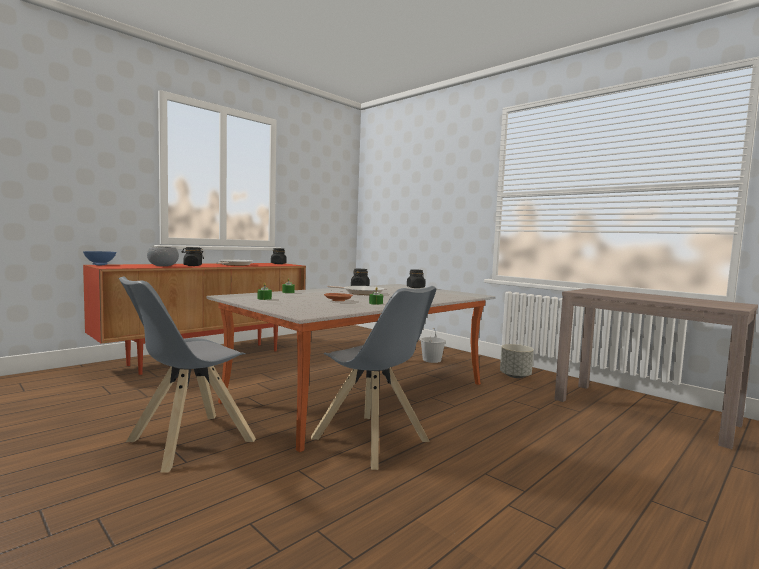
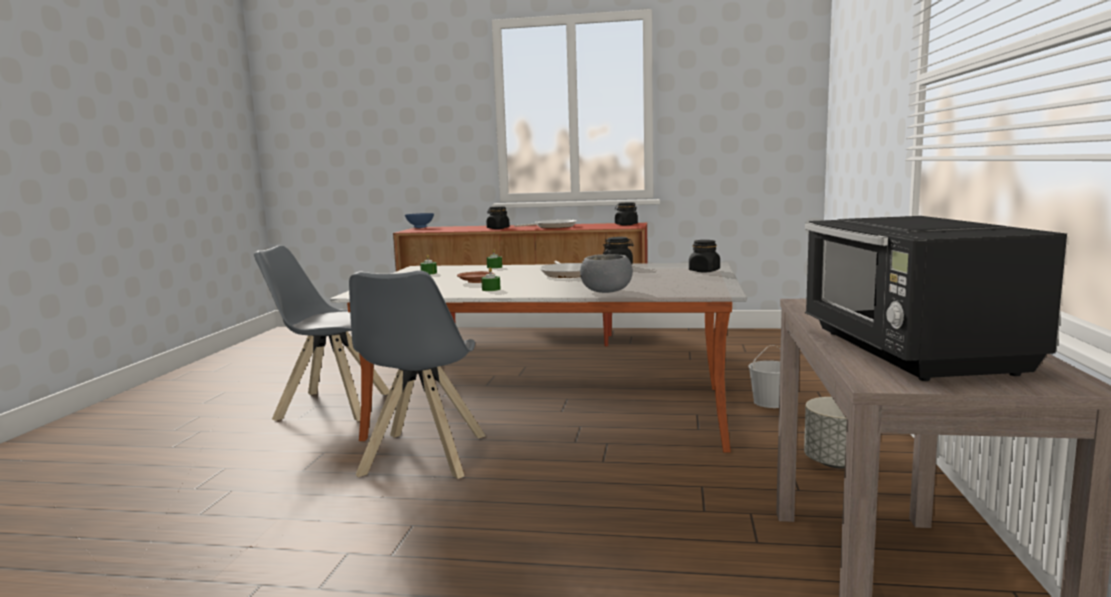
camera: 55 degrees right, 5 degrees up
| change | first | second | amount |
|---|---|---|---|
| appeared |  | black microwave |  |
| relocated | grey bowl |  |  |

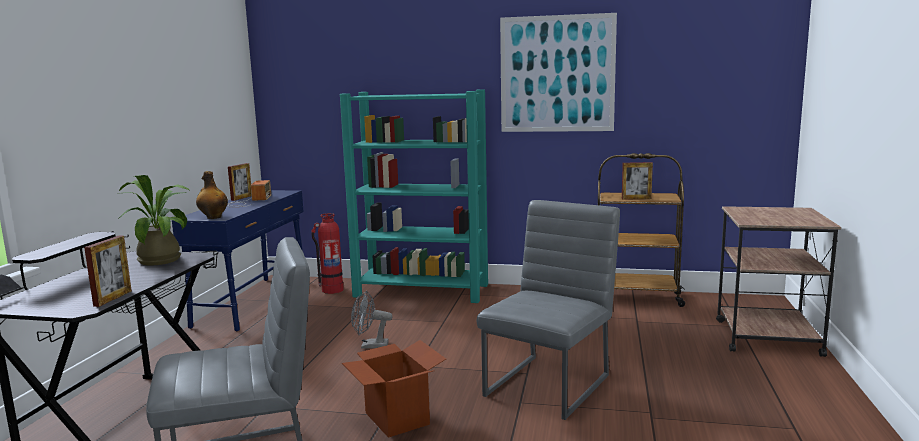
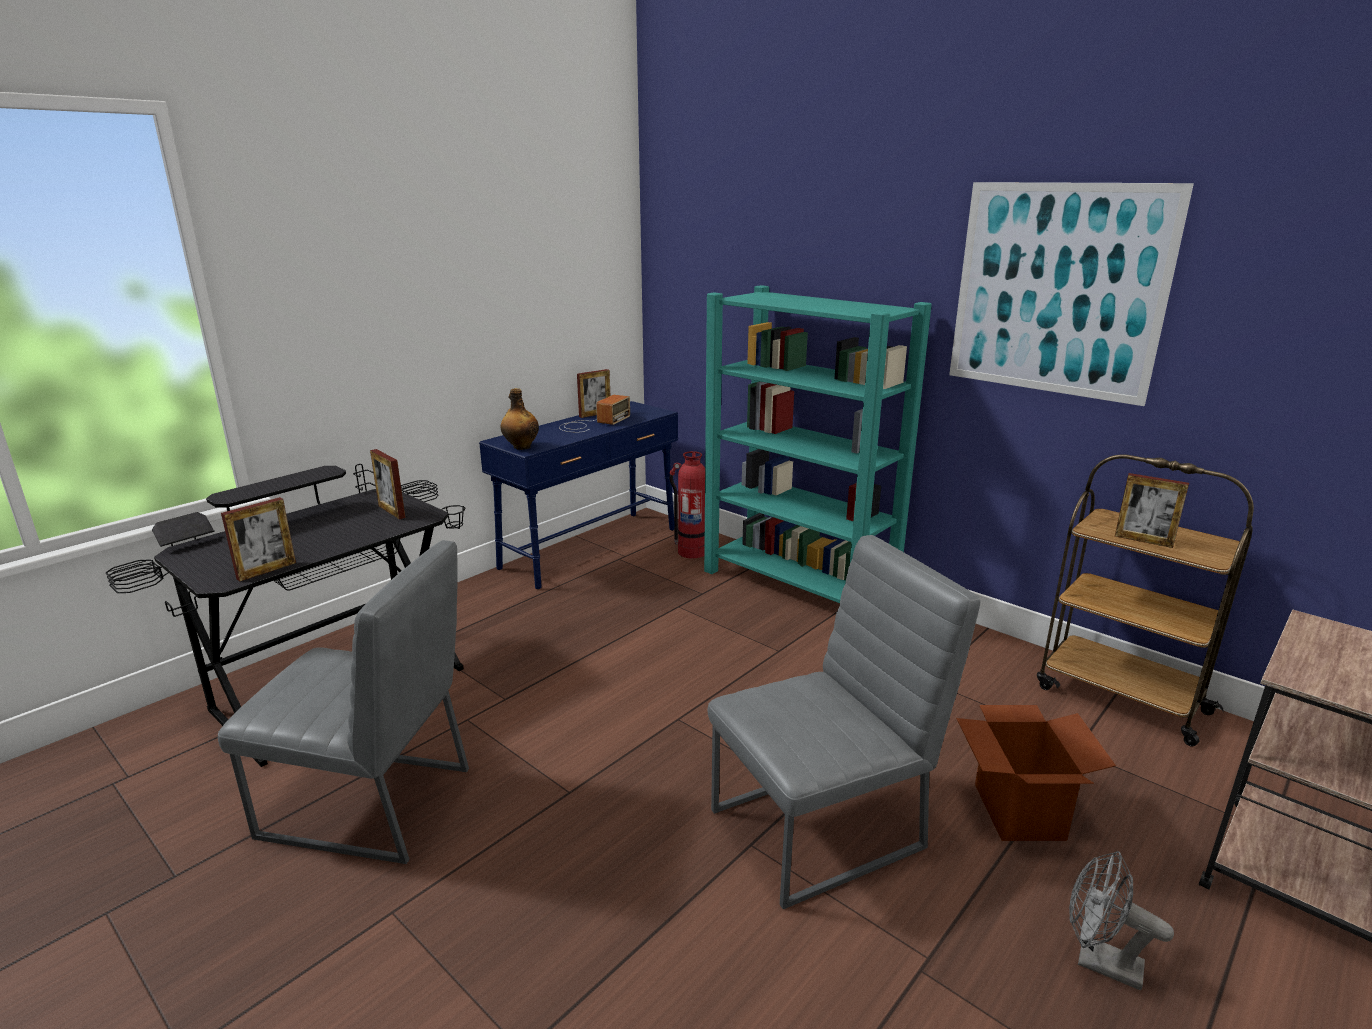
camera: 30 degrees right, 10 degrees up
| change | first | second | amount |
|---|---|---|---|
| relocated | cardboard box |  |  |
| relocated | grey fan |  |  |
| exchanged | potted plant | picture frame (no. 2 from left) |  |

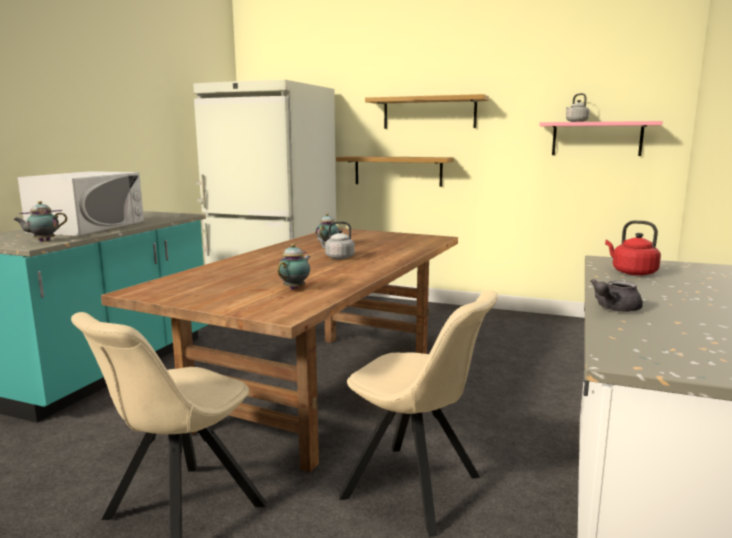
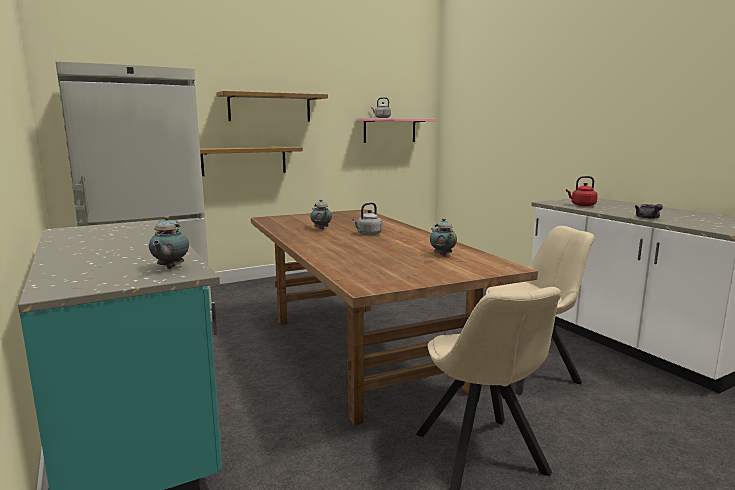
camera: 50 degrees left, 0 degrees up
| change | first | second | amount |
|---|---|---|---|
| missing | white microwave |  |  |

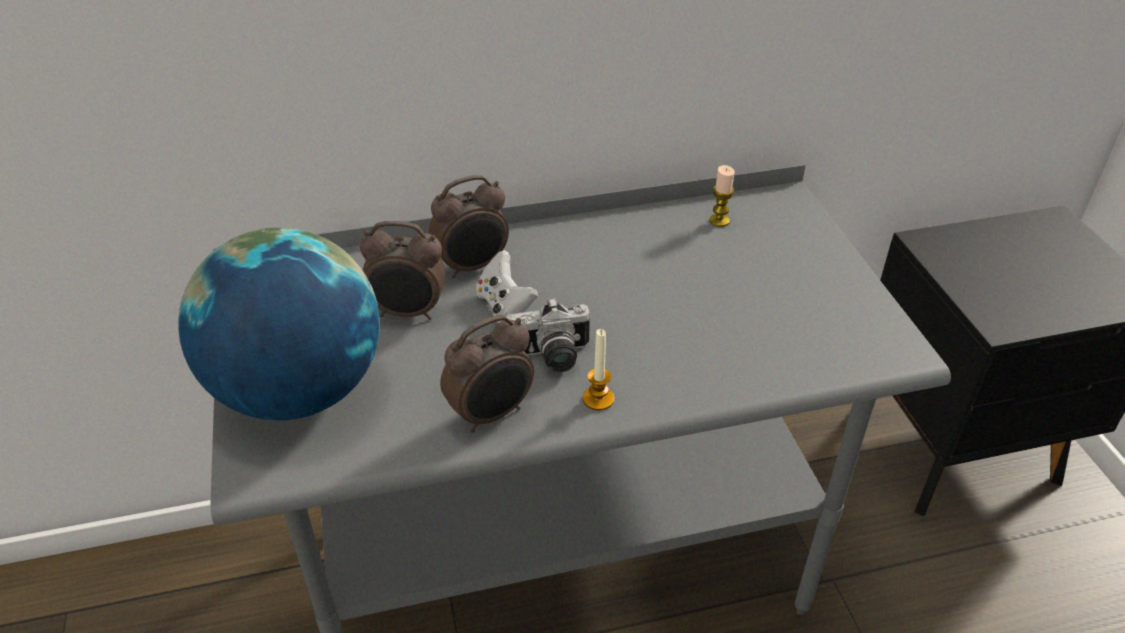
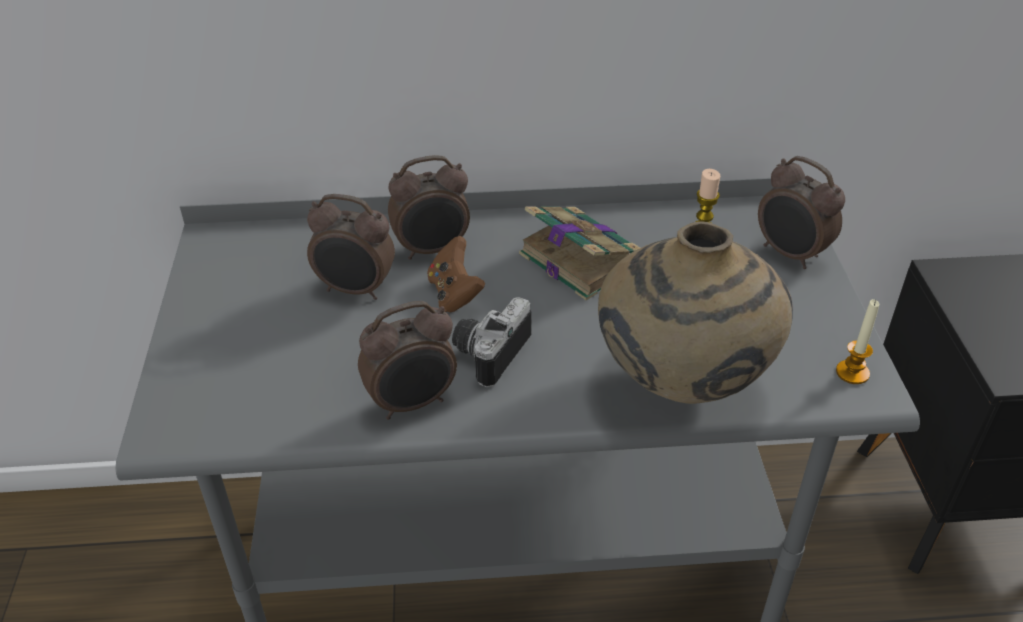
camera: 10 degrees right, 0 degrees up
| change | first | second | amount |
|---|---|---|---|
| missing | globe |  |  |
| appeared |  | book |  |
| appeared |  | beige vase |  |
| appeared |  | alarm clock (no. 4 from left) |  |
| relocated | candle (no. 1 from left in the first image) | candle (no. 2 from left) |  |
| colour | white game controller | brown game controller |  |
| spun | photo camera |  | 120 degrees clockwise |

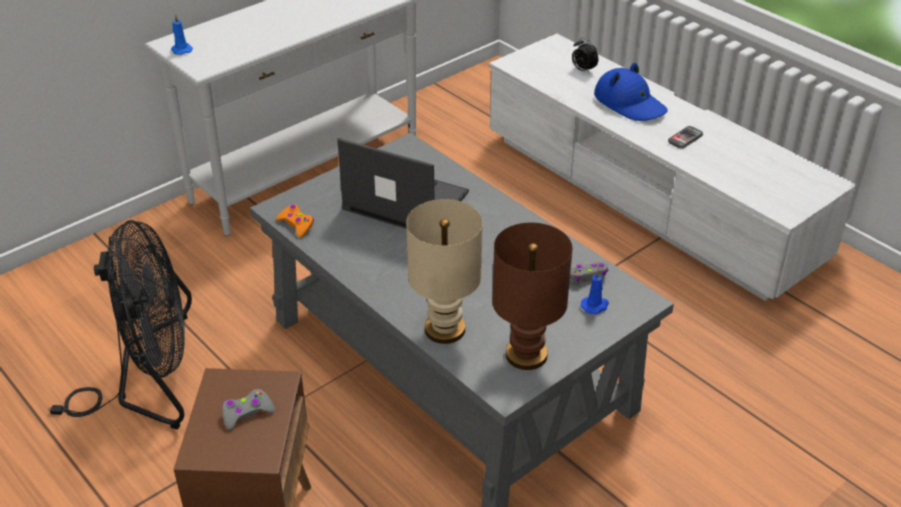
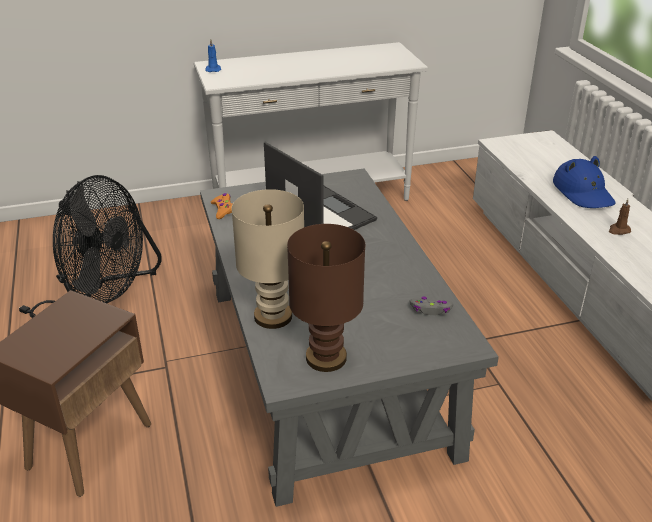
camera: 25 degrees right, 5 degrees down
| change | first | second | amount |
|---|---|---|---|
| missing | grey game controller (no. 1 from left) |  |  |
| missing | alarm clock |  |  |
| missing | blue candle (no. 2 from left) |  |  |
| exchanged | phone | brown candle |  |

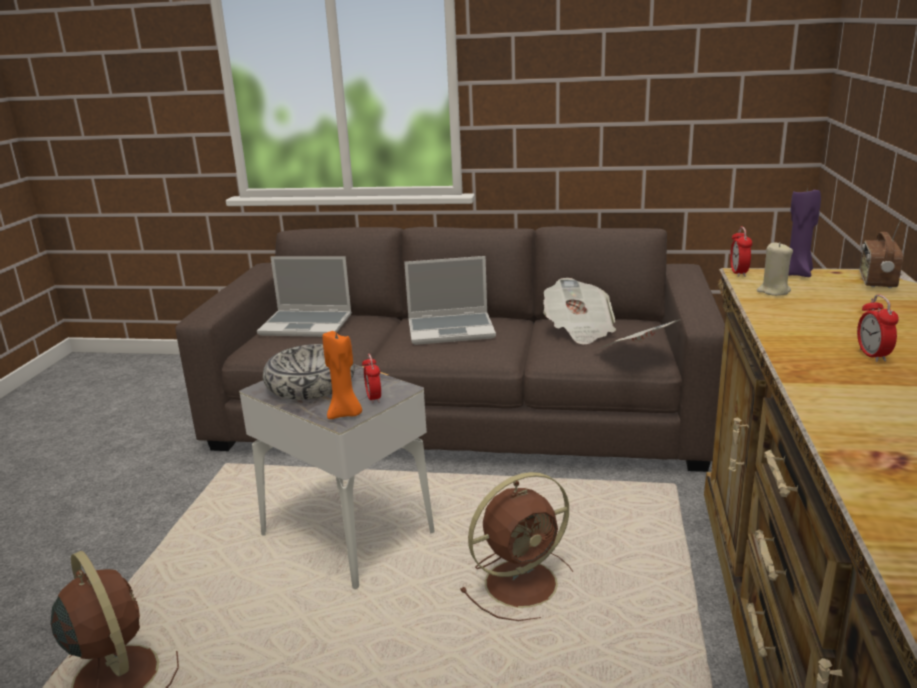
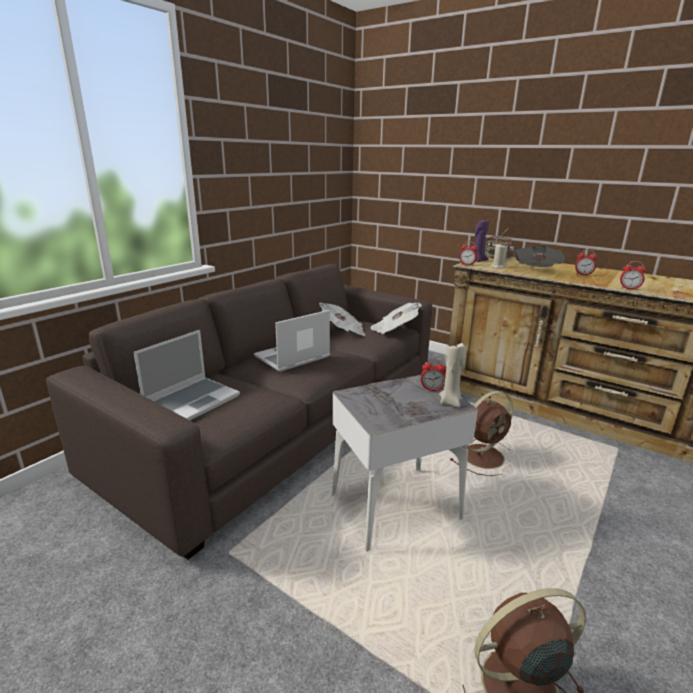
camera: 65 degrees left, 0 degrees up
| change | first | second | amount |
|---|---|---|---|
| missing | bowl |  |  |
| appeared |  | newspaper (no. 3 from left) |  |
| appeared |  | alarm clock (no. 4 from left) |  |
| colour | orange candle | beige candle (no. 1 from left) |  |
| spun | laptop (no. 2 from left) |  | 150 degrees counterclockwise |
| spun | brown fan (no. 2 from left in the first image) | brown fan (no. 1 from left) | 60 degrees clockwise |

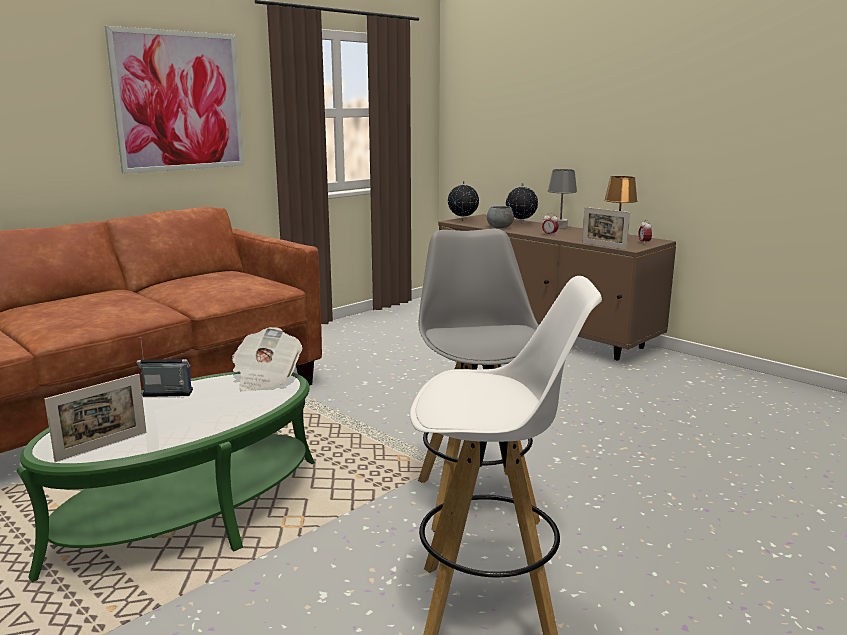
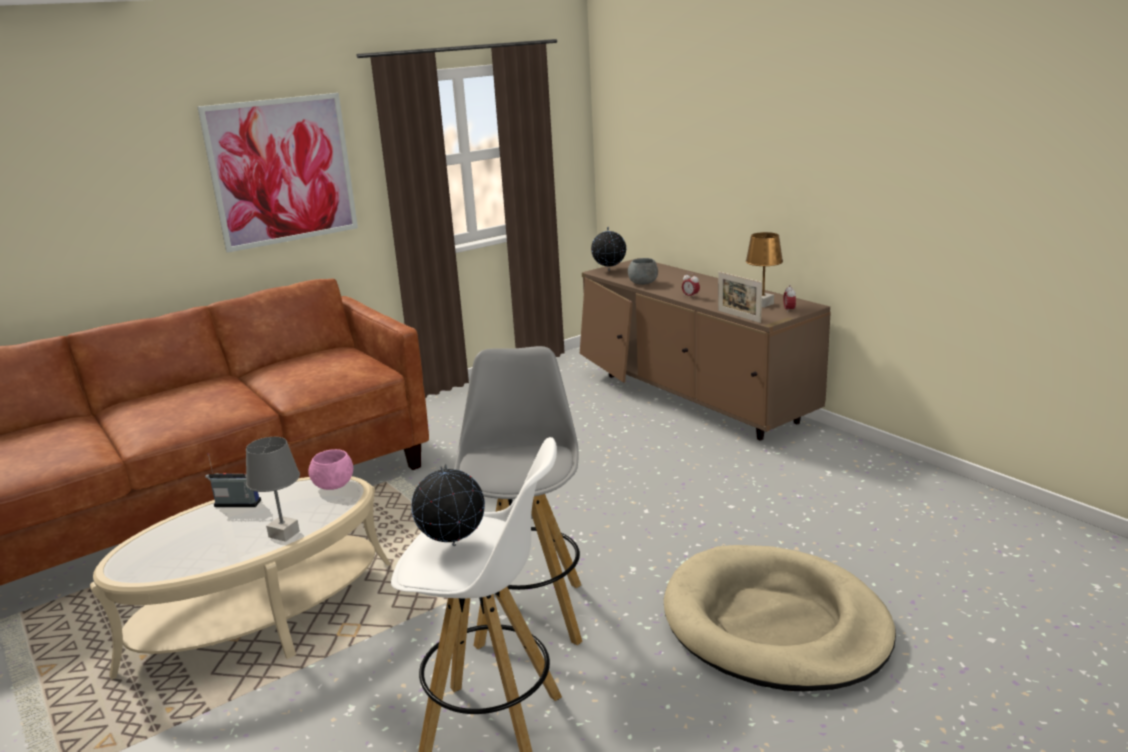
camera: 10 degrees right, 5 degrees up
| change | first | second | amount |
|---|---|---|---|
| missing | picture frame (no. 1 from left) |  |  |
| appeared |  | beige dog bed |  |
| relocated | globe (no. 2 from left in the first image) | globe (no. 1 from left) |  |
| relocated | grey table lamp |  |  |
| exchanged | newspaper | pink bowl |  |
| colour | green coffee table | beige coffee table |  |

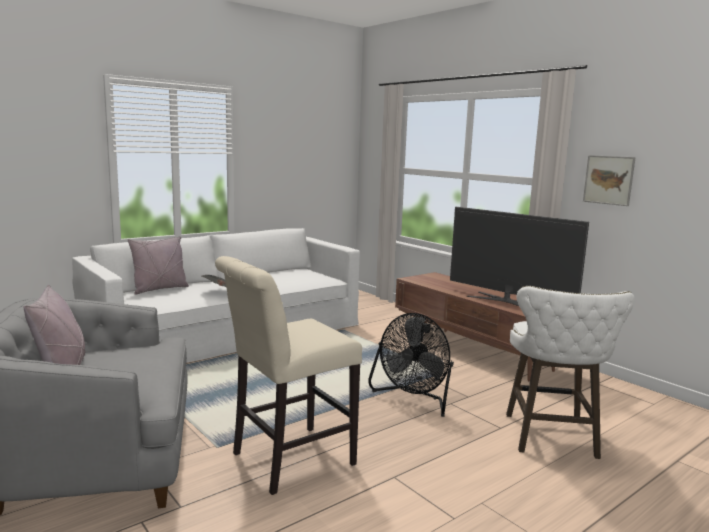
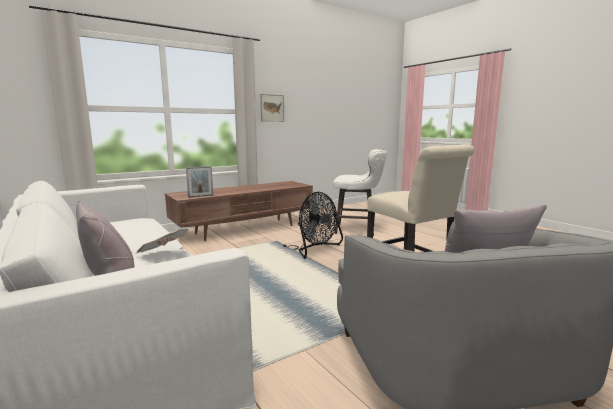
camera: 85 degrees left, 0 degrees up
| change | first | second | amount |
|---|---|---|---|
| missing | television |  |  |
| appeared |  | picture frame |  |

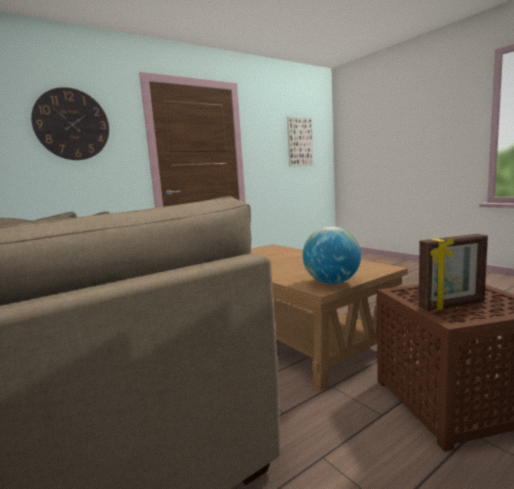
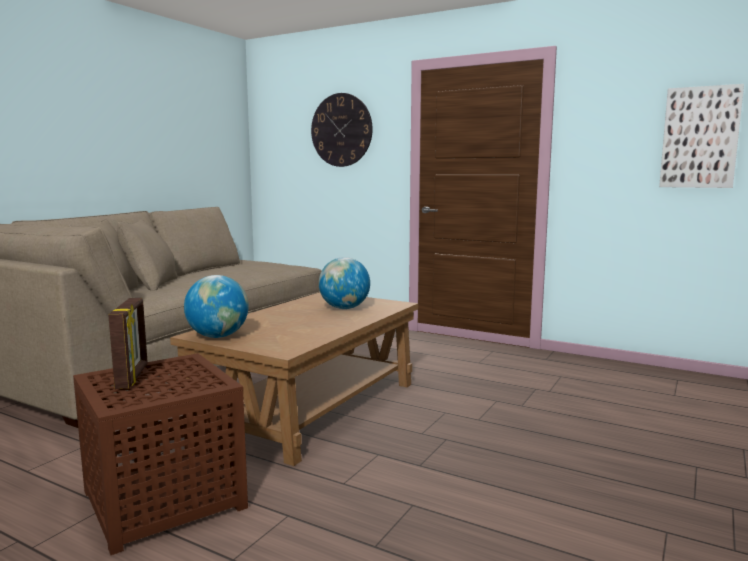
camera: 65 degrees right, 0 degrees up
| change | first | second | amount |
|---|---|---|---|
| appeared |  | globe (no. 2 from left) |  |
| spun | picture frame |  | 150 degrees counterclockwise |

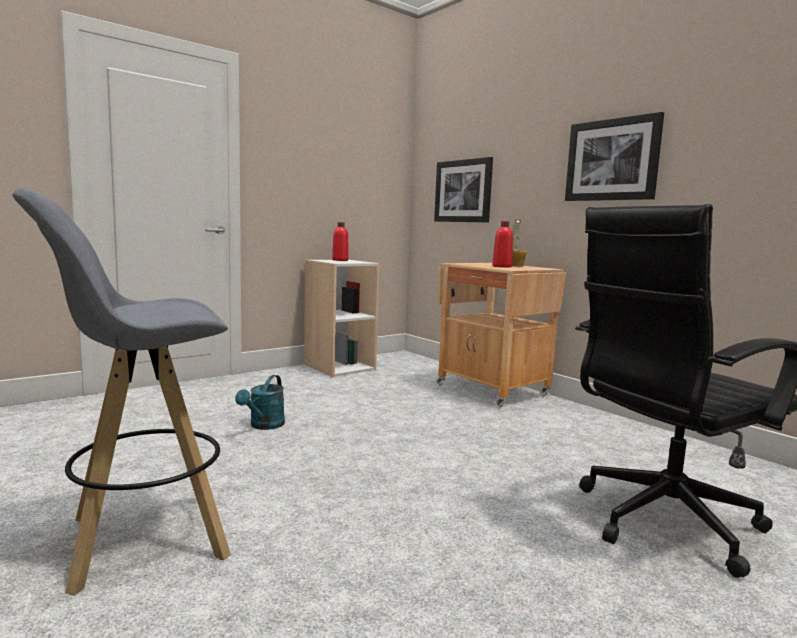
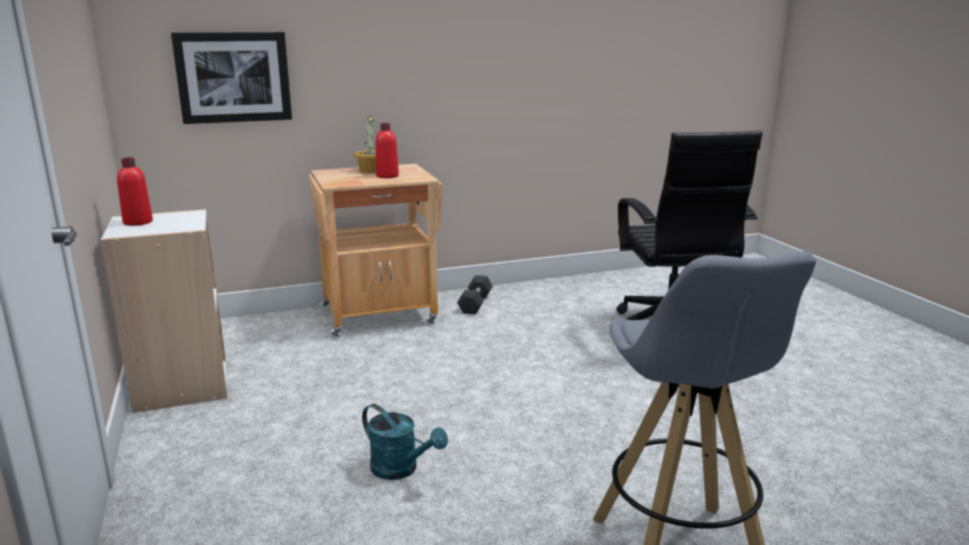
camera: 70 degrees left, 10 degrees up
| change | first | second | amount |
|---|---|---|---|
| missing | picture (no. 2 from left) |  |  |
| appeared |  | black dumbbell |  |

